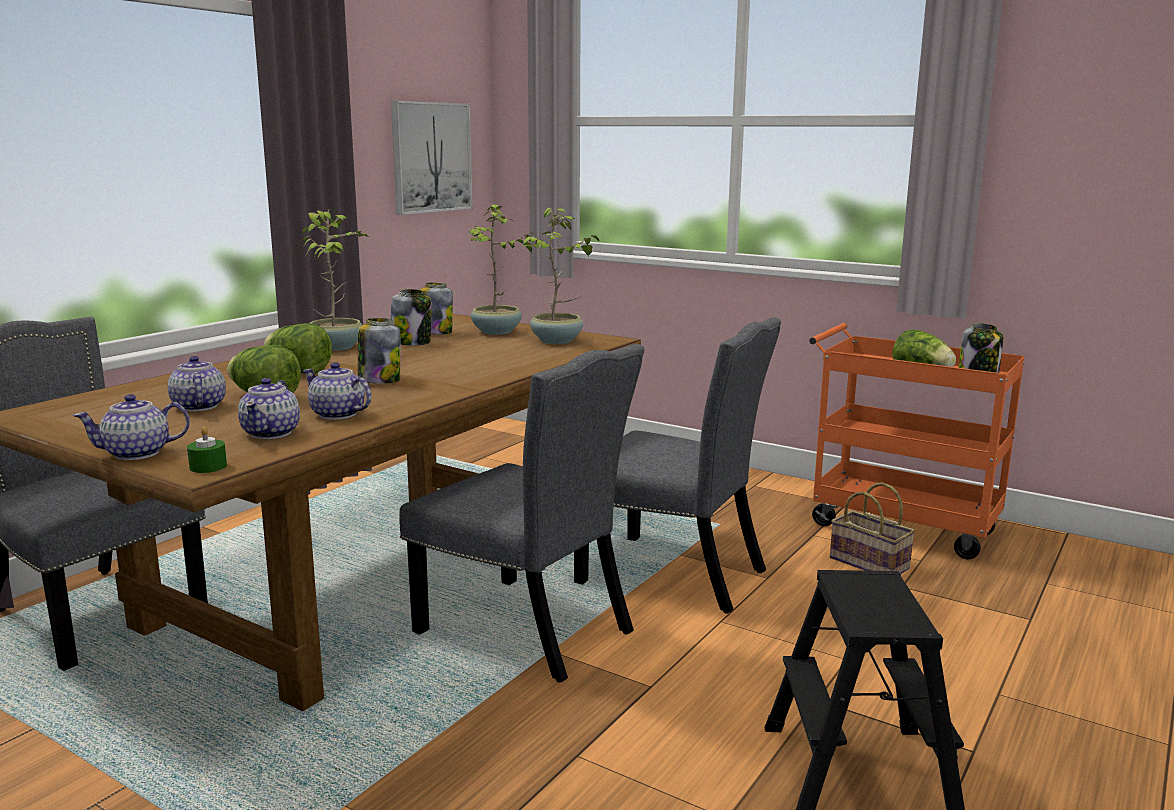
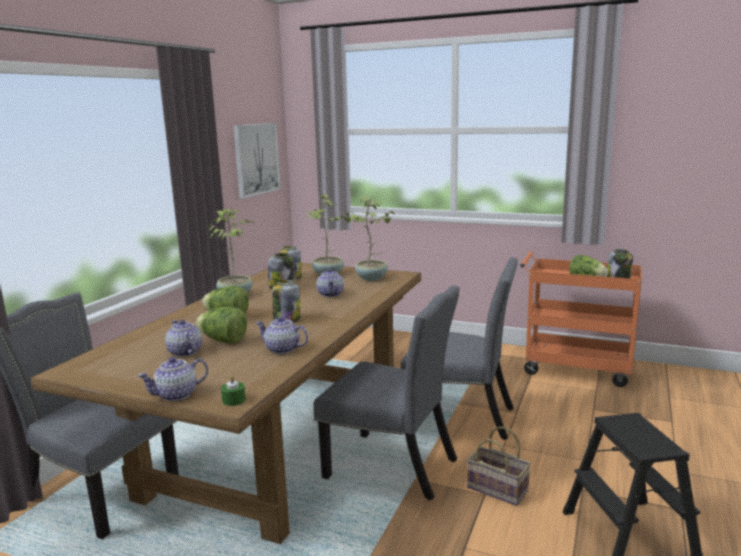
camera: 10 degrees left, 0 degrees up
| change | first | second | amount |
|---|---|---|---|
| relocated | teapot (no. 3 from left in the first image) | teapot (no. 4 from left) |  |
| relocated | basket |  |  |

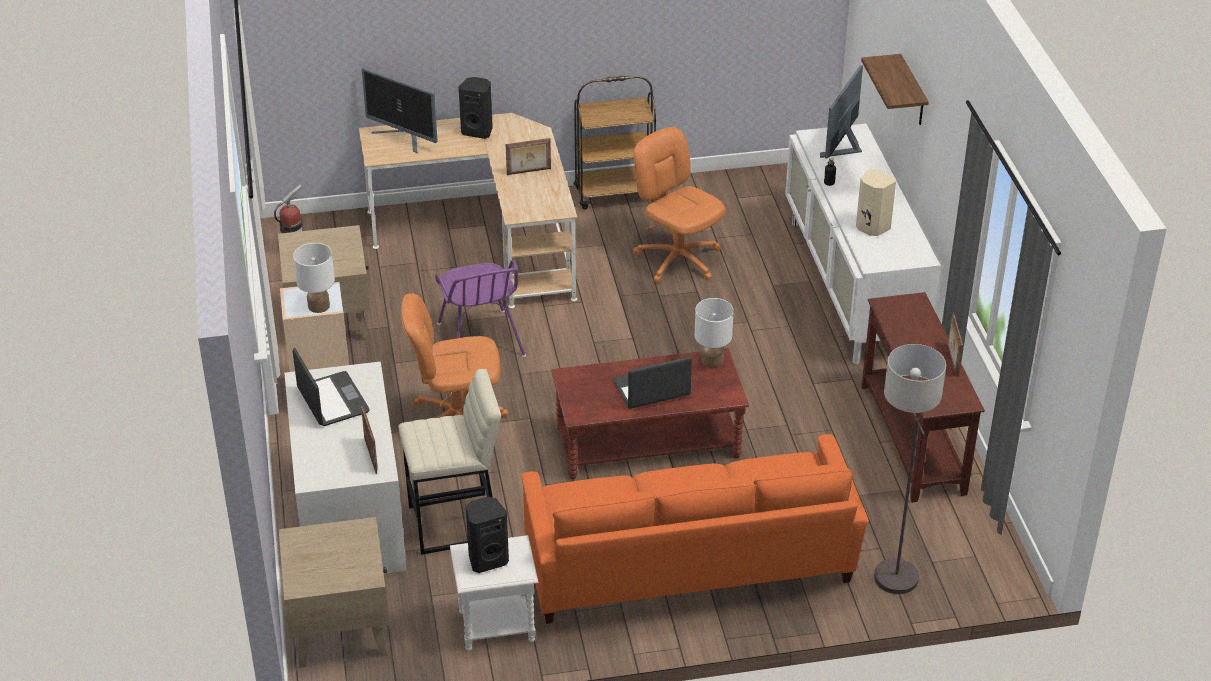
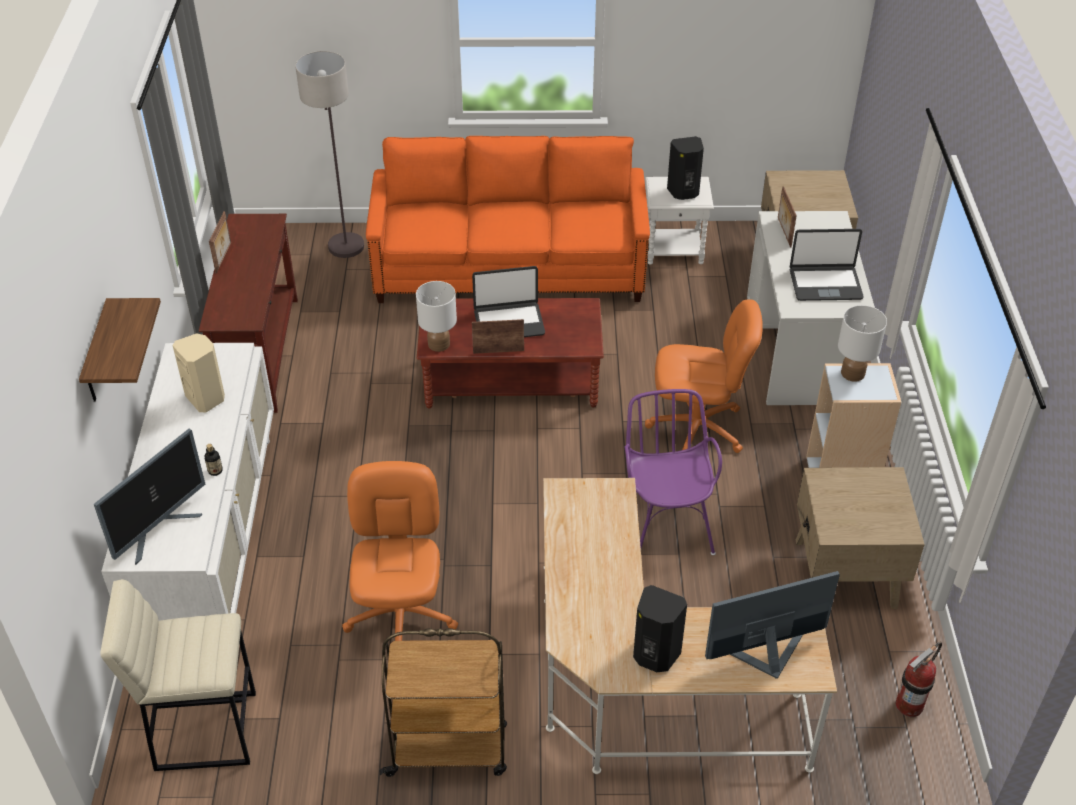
camera: 170 degrees left, 5 degrees up
| change | first | second | amount |
|---|---|---|---|
| relocated | beige stool |  |  |
| relocated | picture frame (no. 2 from left) |  |  |
| spun | laptop (no. 1 from left in the first image) | laptop (no. 2 from left) | 75 degrees counterclockwise |
| spun | monitor (no. 1 from left in the first image) | monitor (no. 2 from left) | 60 degrees counterclockwise |
| spun | orange office chair (no. 2 from left in the first image) | orange office chair (no. 1 from left) | 150 degrees counterclockwise |

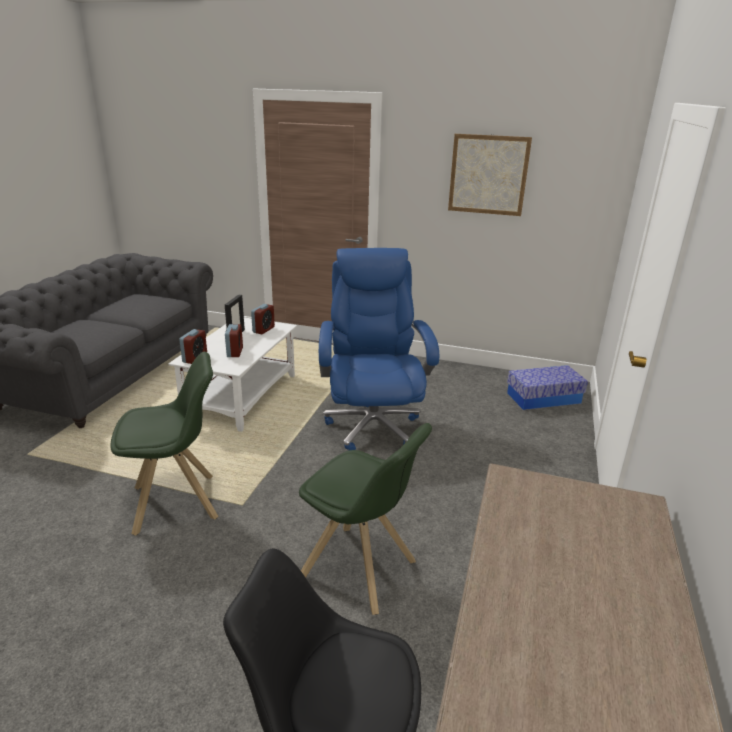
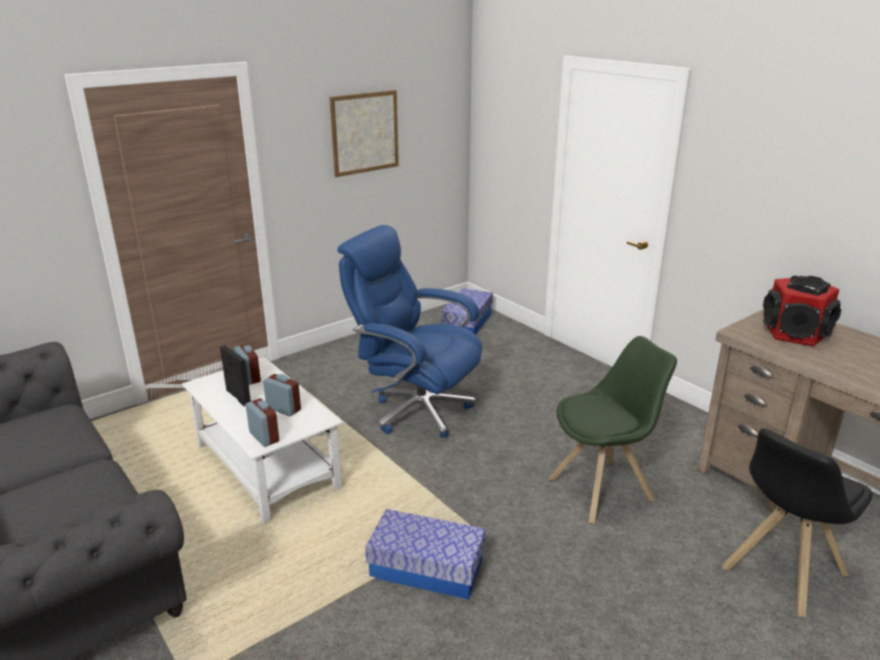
camera: 55 degrees left, 0 degrees up
| change | first | second | amount |
|---|---|---|---|
| appeared |  | speaker |  |
| exchanged | green chair (no. 1 from left) | storage box (no. 1 from left) |  |

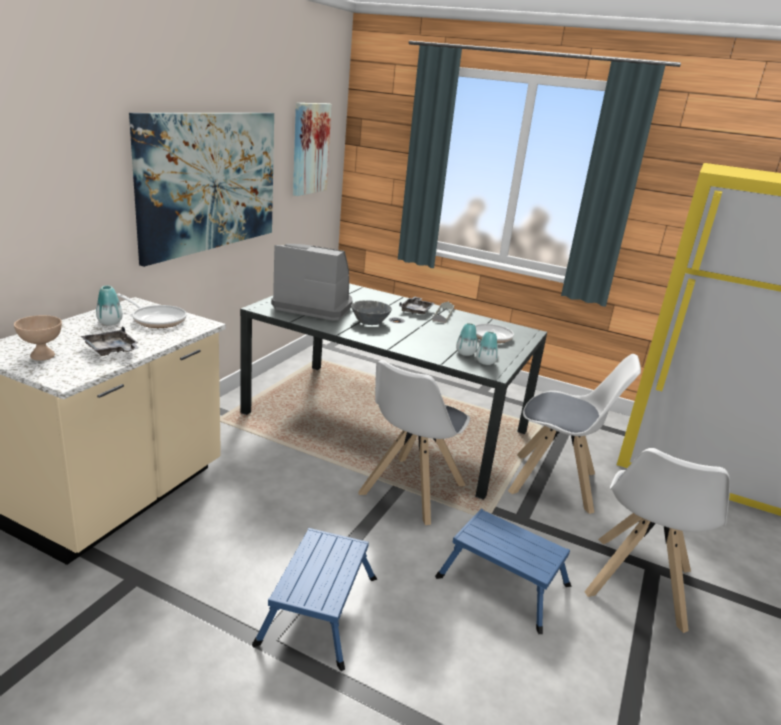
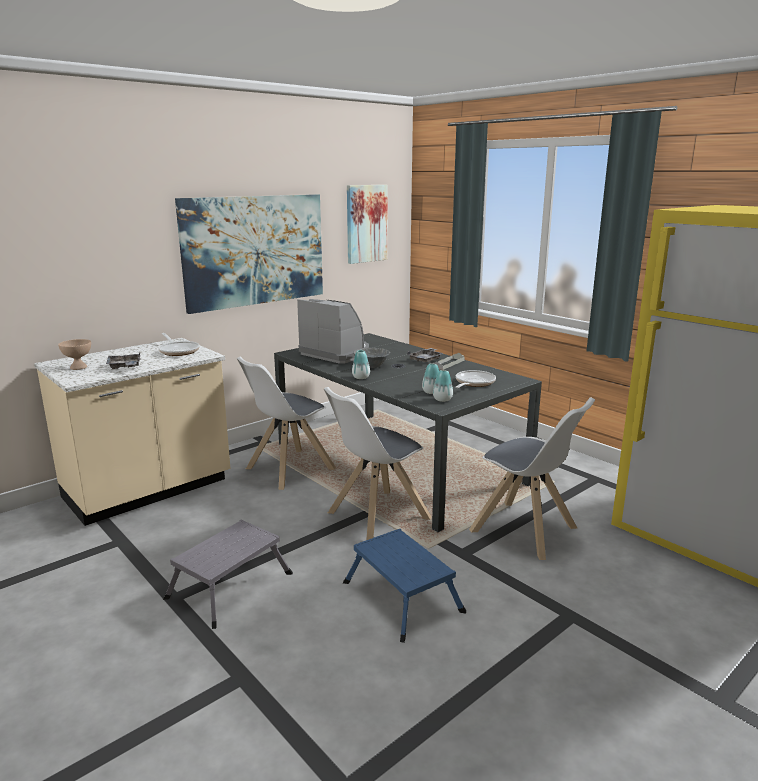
camera: 25 degrees right, 5 degrees down
| change | first | second | amount |
|---|---|---|---|
| relocated | vase (no. 1 from left) |  |  |
| relocated | chair (no. 3 from left in the first image) | chair (no. 1 from left) |  |
| colour | blue step ladder (no. 1 from left) | grey step ladder |  |

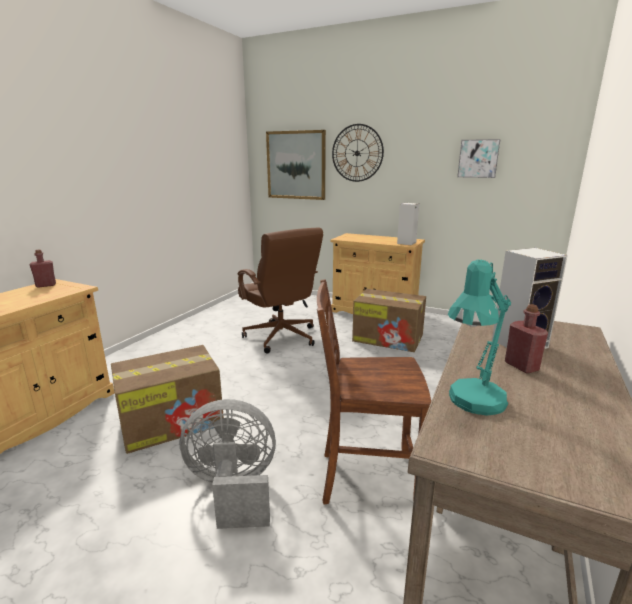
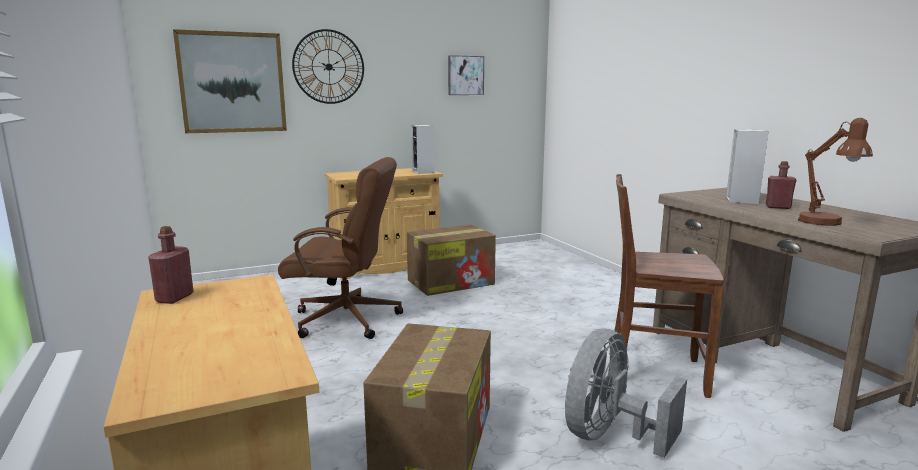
camera: 50 degrees left, 5 degrees down
| change | first | second | amount |
|---|---|---|---|
| colour | turquoise table lamp | brown table lamp |  |
| spun | brown chair |  | 60 degrees clockwise |

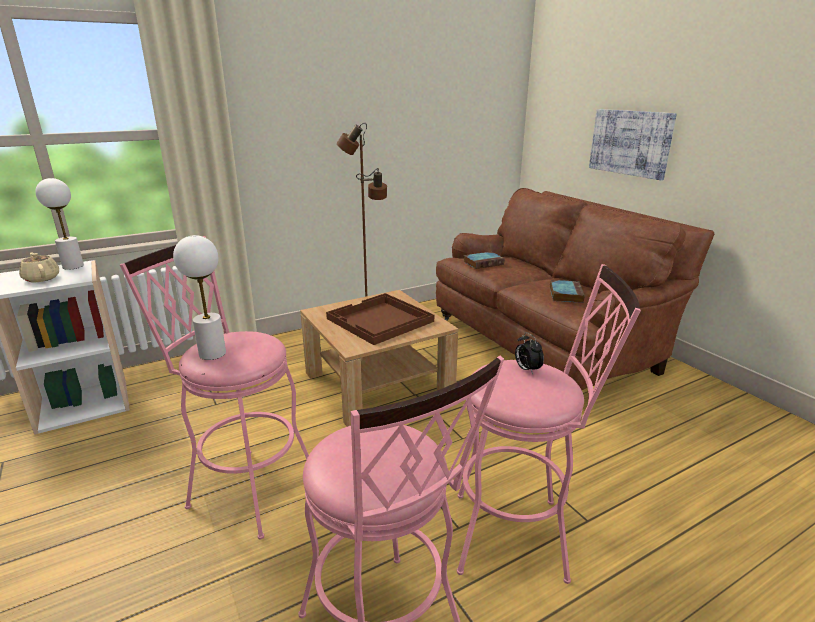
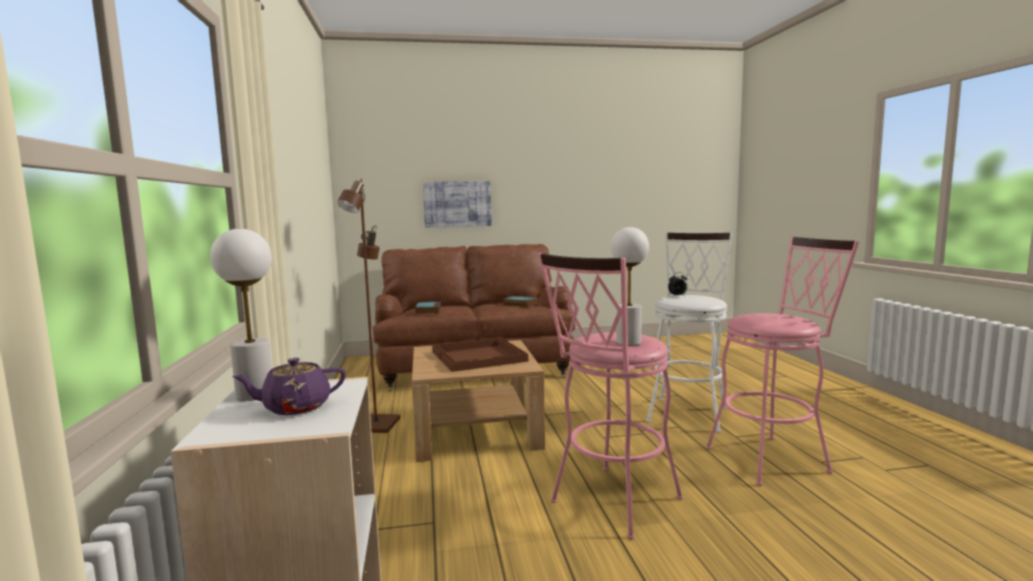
camera: 70 degrees left, 15 degrees down
| change | first | second | amount |
|---|---|---|---|
| colour | beige teapot | purple teapot |  |
| colour | pink stool (no. 3 from left) | white stool |  |

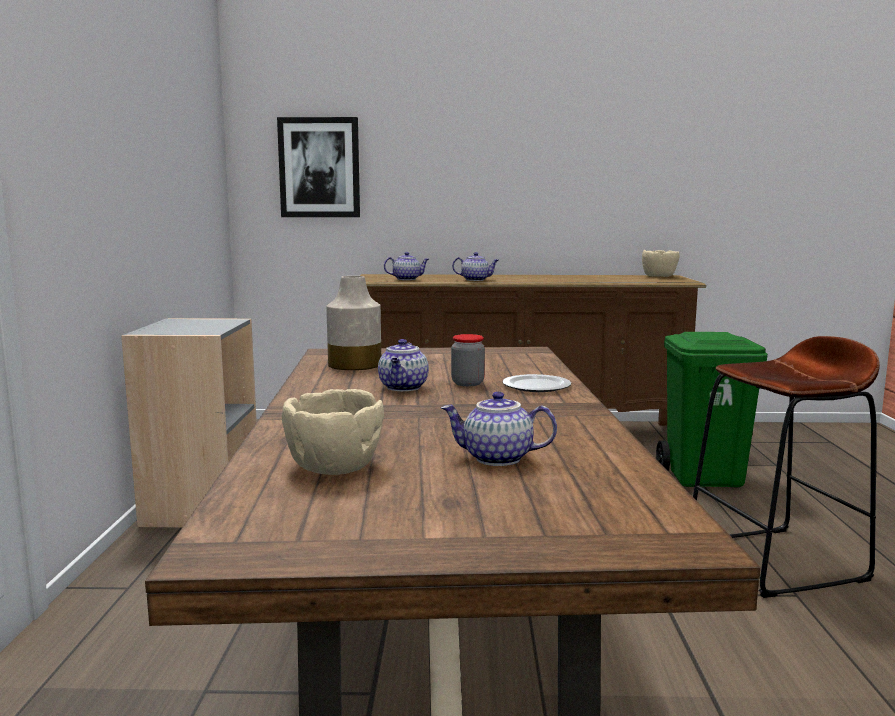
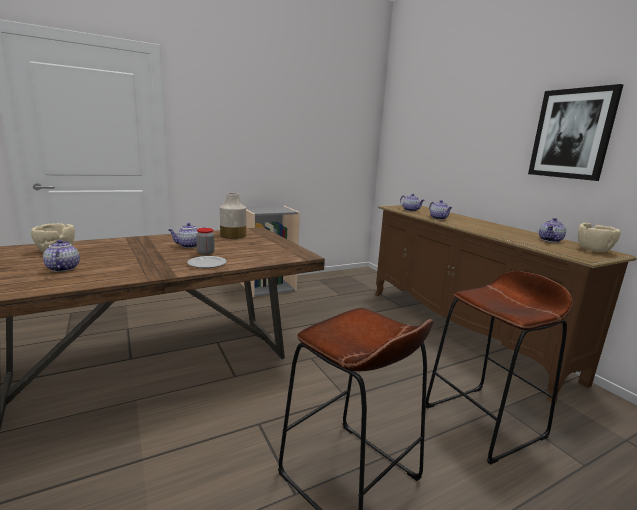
camera: 60 degrees right, 5 degrees up
| change | first | second | amount |
|---|---|---|---|
| appeared |  | teapot (no. 5 from left) |  |
| relocated | picture |  |  |
| exchanged | green trash can | brown stool (no. 2 from left) |  |

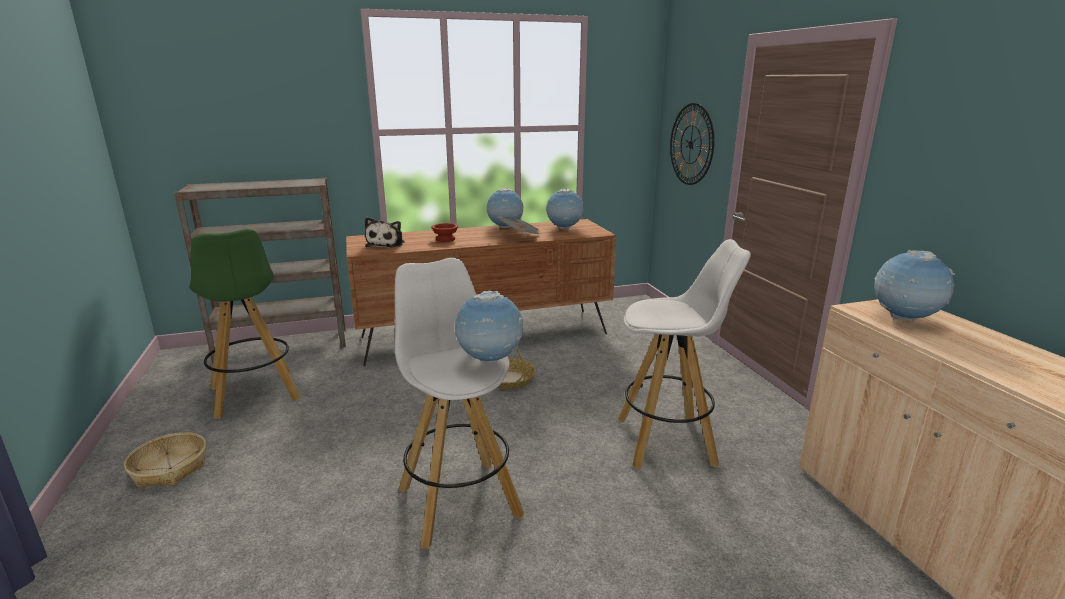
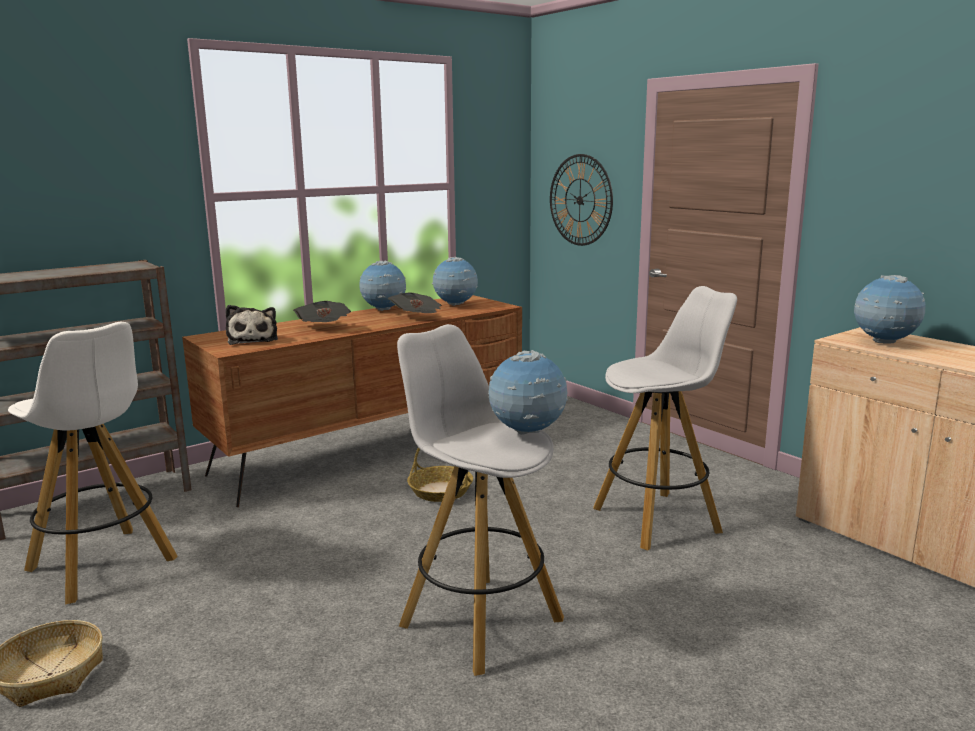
camera: 20 degrees left, 5 degrees down
| change | first | second | amount |
|---|---|---|---|
| exchanged | brown bowl | newspaper (no. 1 from left) |  |
| colour | green stool | white stool (no. 1 from left) |  |

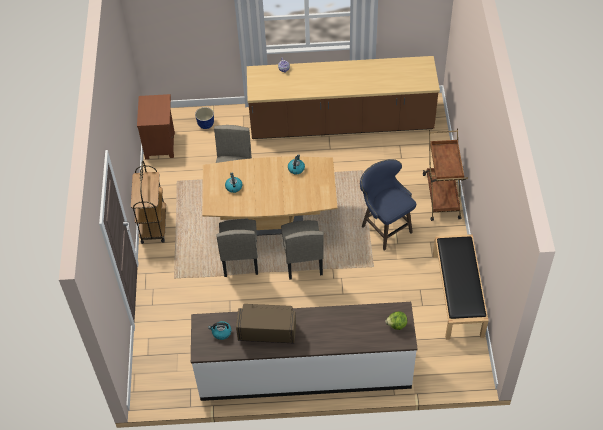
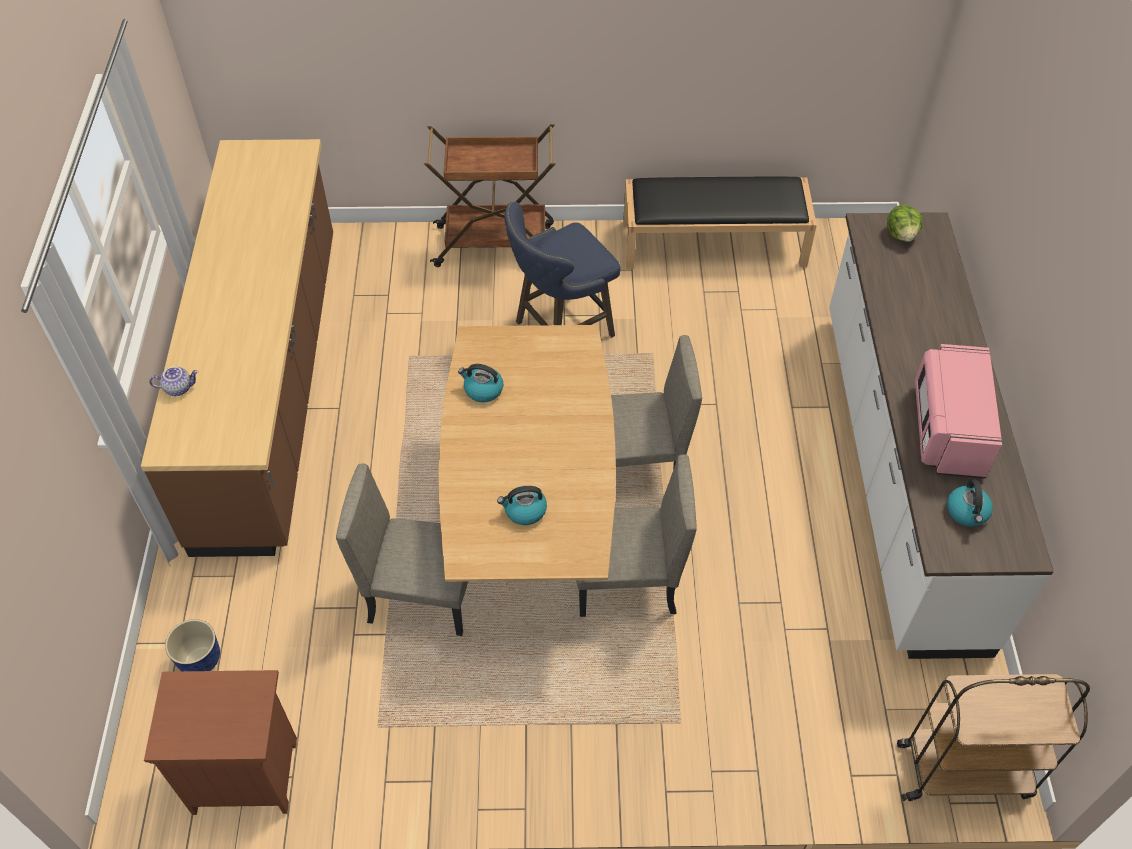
camera: 90 degrees left, 0 degrees up
| change | first | second | amount |
|---|---|---|---|
| relocated | brown cart (no. 1 from left in the first image) | brown cart (no. 2 from left) |  |
| colour | brown microwave | pink microwave |  |

